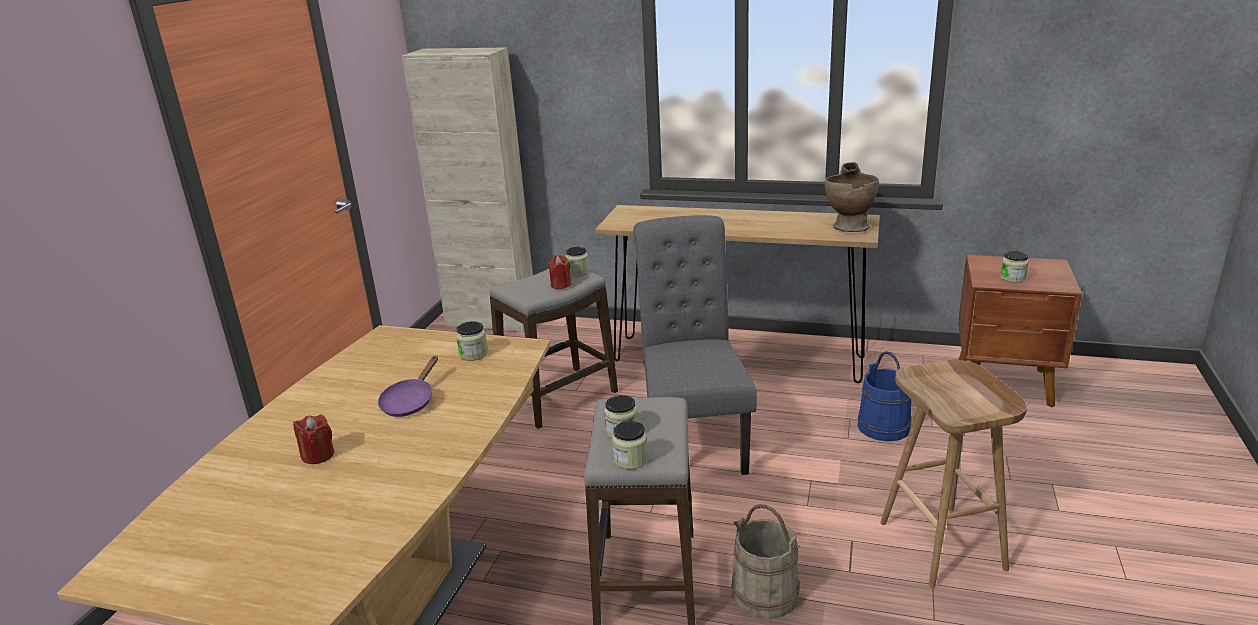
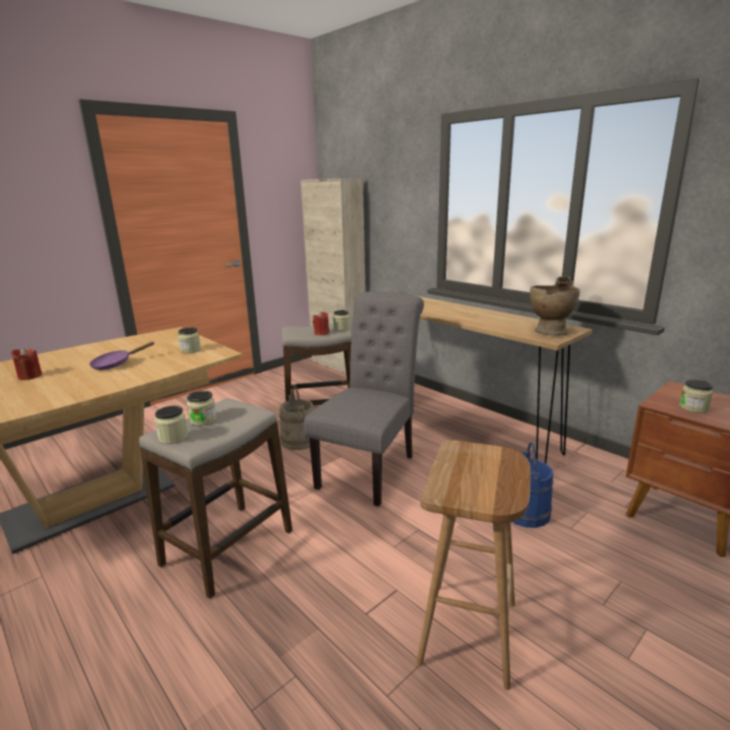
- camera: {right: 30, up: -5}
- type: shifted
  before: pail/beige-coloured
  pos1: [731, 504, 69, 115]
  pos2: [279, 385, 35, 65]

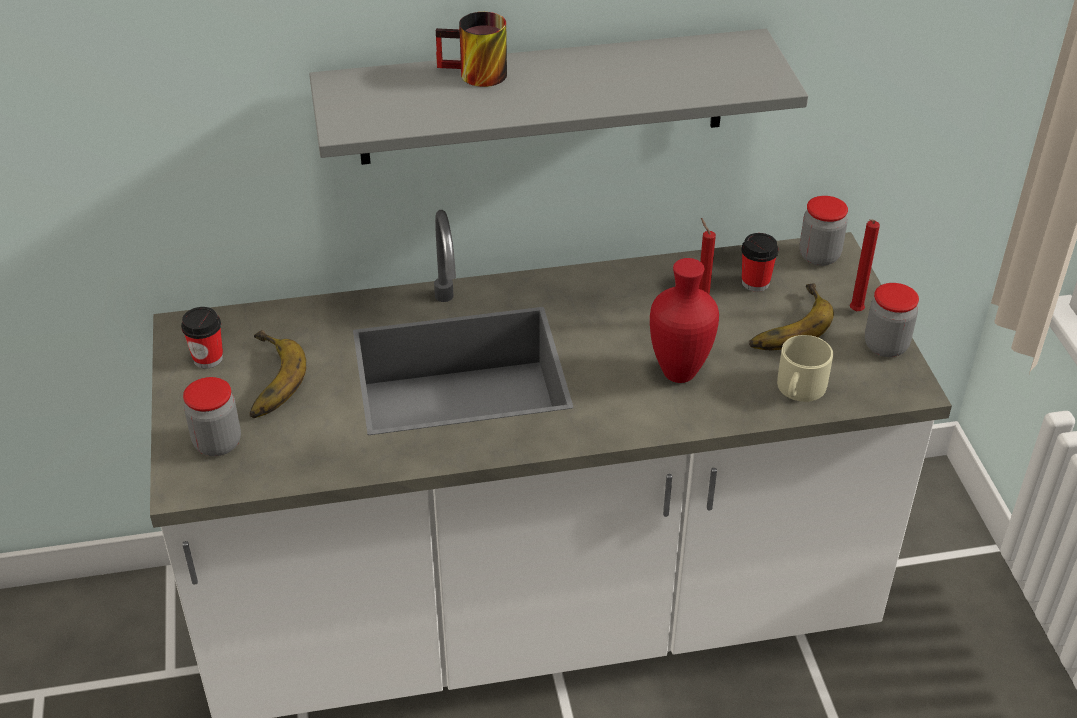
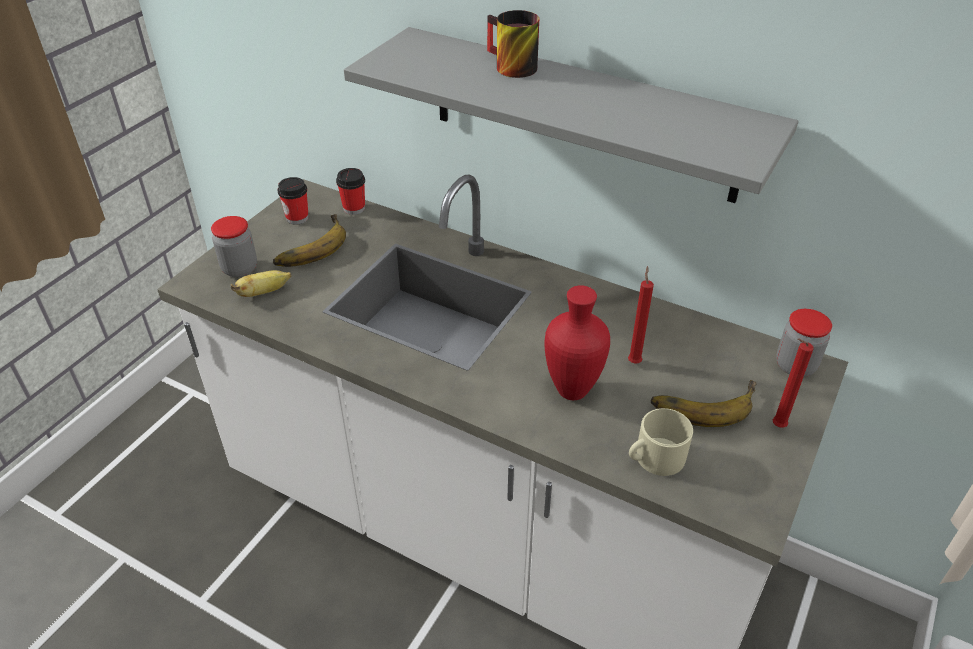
- camera: {right: 40, up: 0}
- type: new
  after: banana
  pos2: [231, 270, 60, 27]
- type: shifted
  before: cup
  pos1: [741, 233, 37, 59]
  pos2: [336, 168, 29, 47]
- type: gone
  before: storage jar
  pos1: [865, 283, 54, 74]

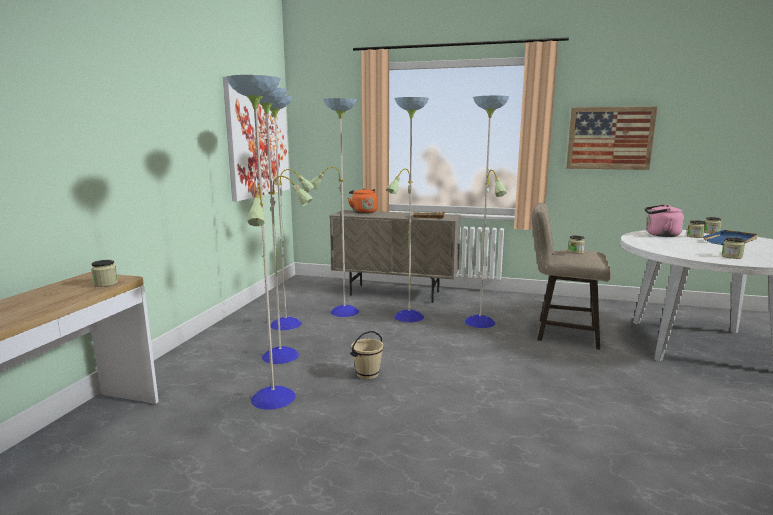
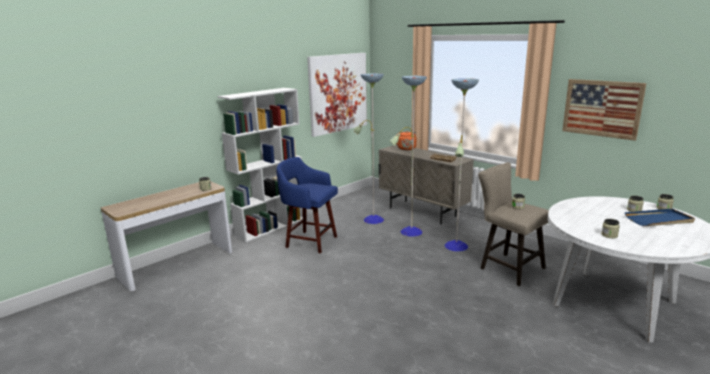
- camera: {right: 30, up: 5}
- type: new
  after: bookshelf/white
  pos2: [217, 88, 86, 155]
- type: swapped
  before: standard lamp
  after: stool/bluish
  pos1: [226, 75, 88, 335]
  pos2: [276, 157, 62, 96]
- type: gone
  before: pail/beige-coloured
  pos1: [350, 331, 34, 49]
- type: gone
  before: water kettle/pink-coloured
  pos1: [645, 204, 39, 33]

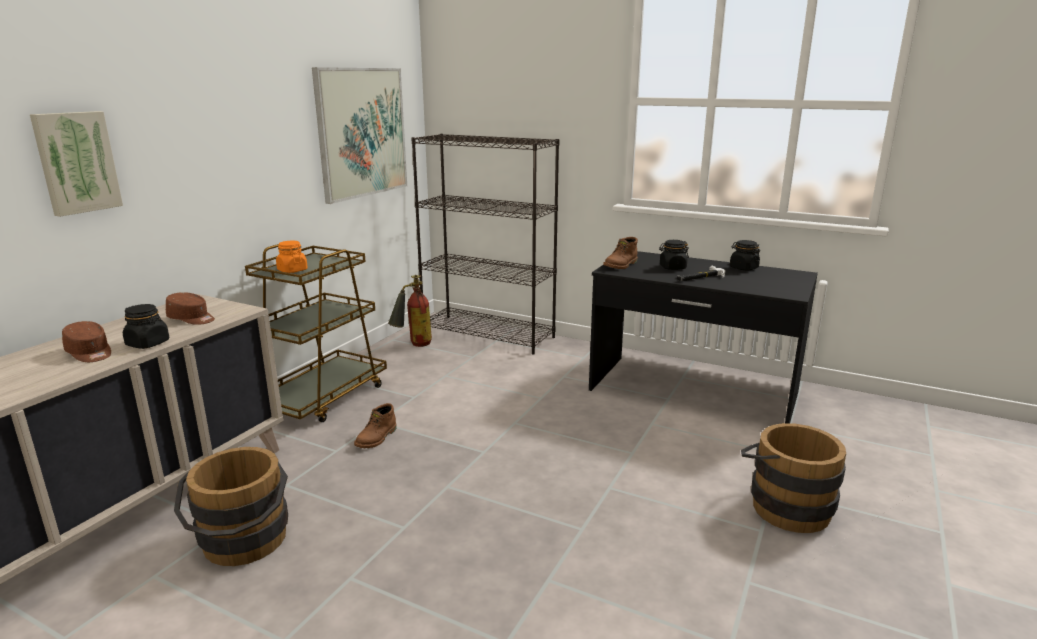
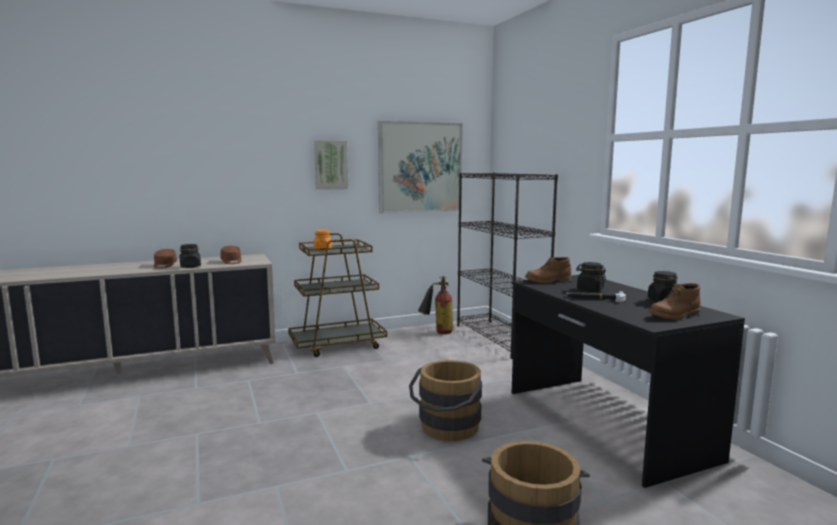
- camera: {right: 40, up: -10}
- type: shifted
  before: picture
  pos1: [30, 111, 93, 106]
  pos2: [314, 140, 34, 50]
- type: shifted
  before: pail/brownish
  pos1: [174, 447, 114, 119]
  pos2: [409, 360, 73, 81]
- type: shifted
  before: high-top boot/brownish
  pos1: [354, 403, 43, 45]
  pos2: [648, 283, 52, 37]

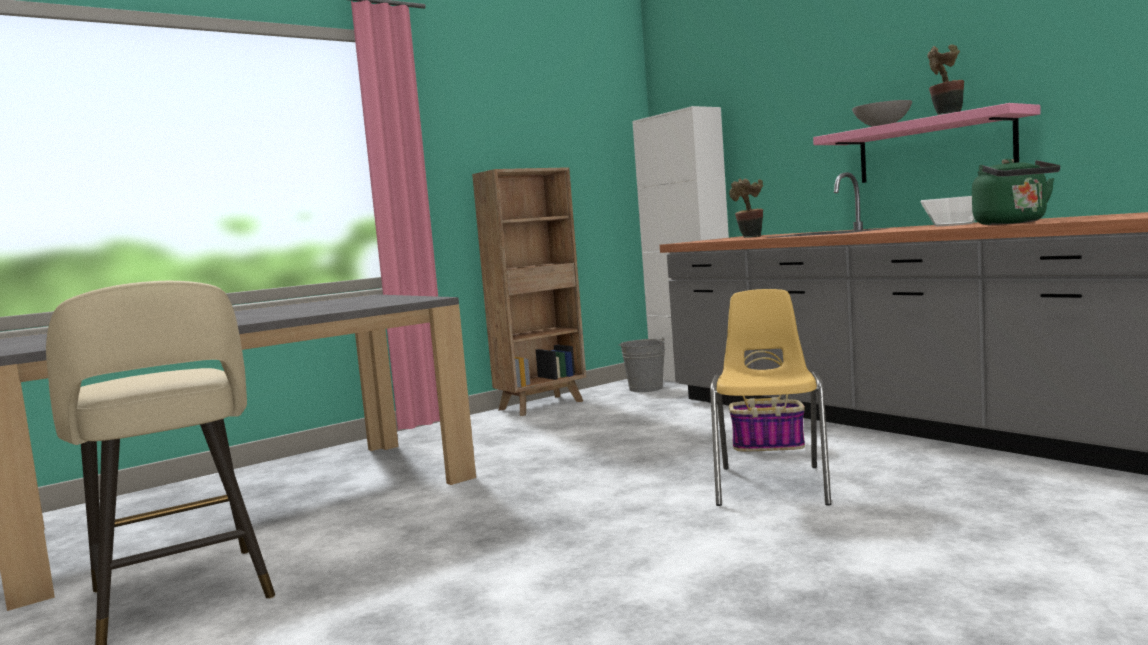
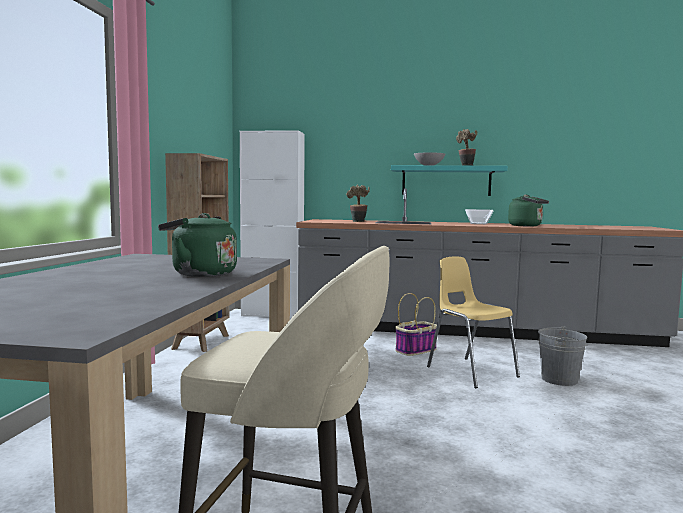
- camera: {right: -45, up: 0}
- type: new
  after: water kettle/greenish
  pos2: [158, 213, 79, 64]
- type: repainted
  before: shelf/pink-coloured
  after: shelf/turquoise
  pos1: [813, 103, 228, 80]
  pos2: [391, 165, 117, 31]
- type: shifted
  before: pail/gray
  pos1: [618, 337, 47, 55]
  pos2: [538, 326, 49, 60]

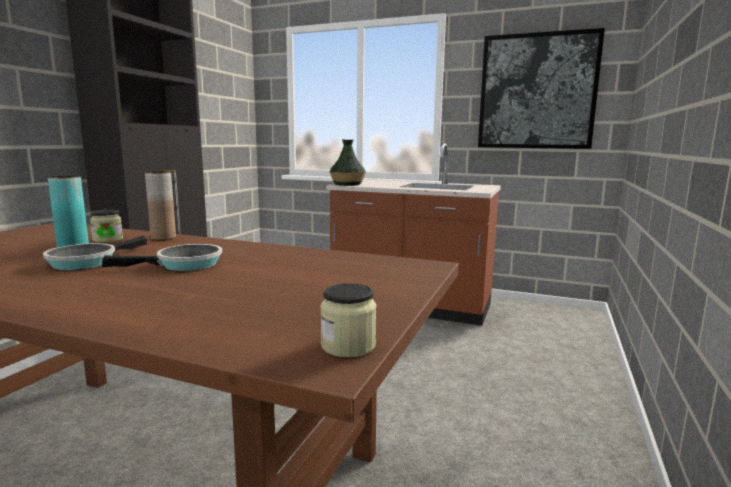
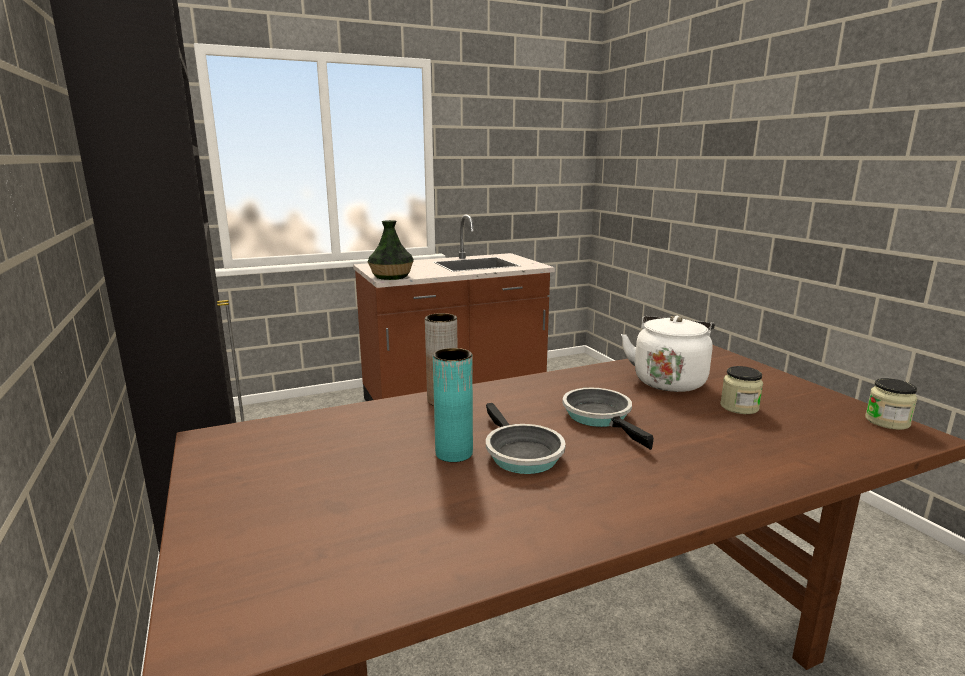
- camera: {right: -45, up: 5}
- type: rotated
  before: frying pan
  pos1: [102, 244, 120, 27]
  pos2: [563, 388, 91, 62]
  turn: -45
- type: new
  after: water kettle/white
  pos2: [621, 315, 94, 77]
- type: shifted
  before: storage jar
  pos1: [90, 210, 33, 32]
  pos2: [720, 366, 43, 48]
- type: gone
  before: picture
  pos1: [478, 28, 127, 121]

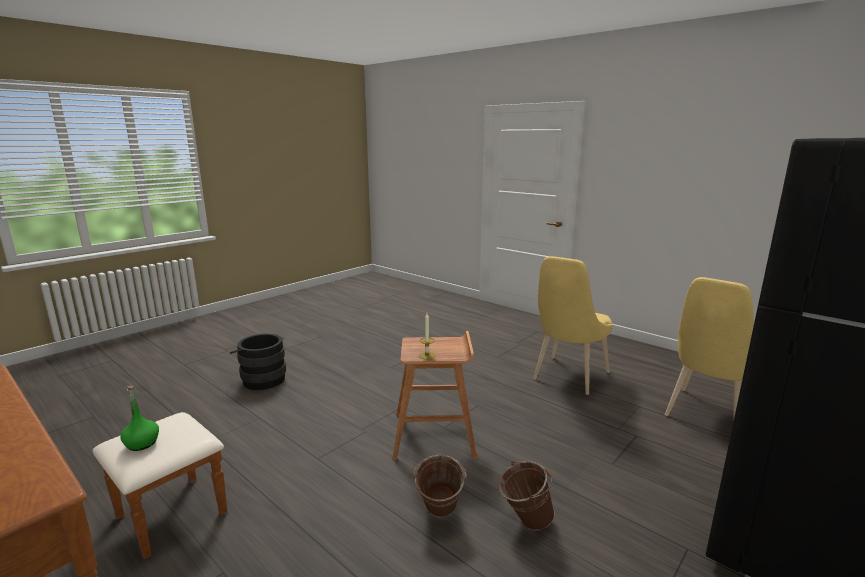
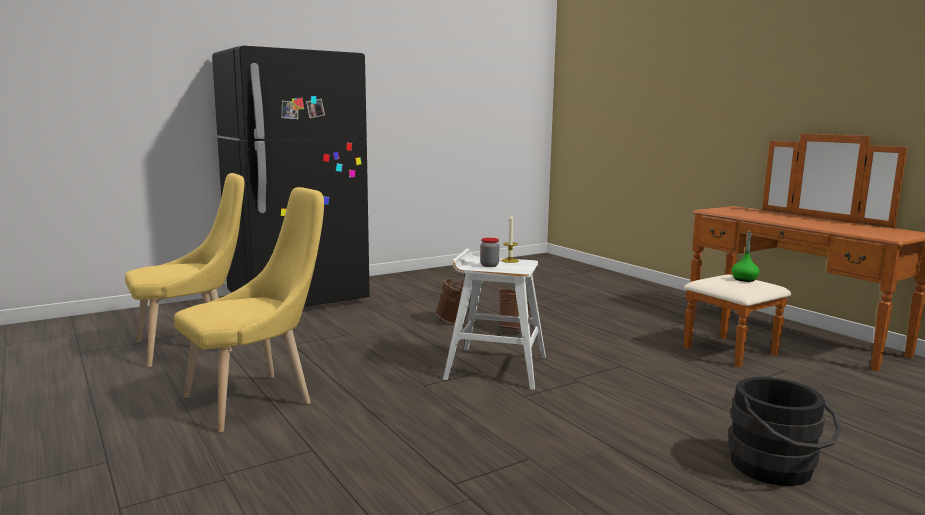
- camera: {right: -165, up: -5}
- type: repainted
  before: stool/brownish
  after: stool/white
  pos1: [392, 331, 85, 129]
  pos2: [443, 249, 103, 141]
- type: new
  after: storage jar
  pos2: [480, 238, 19, 29]

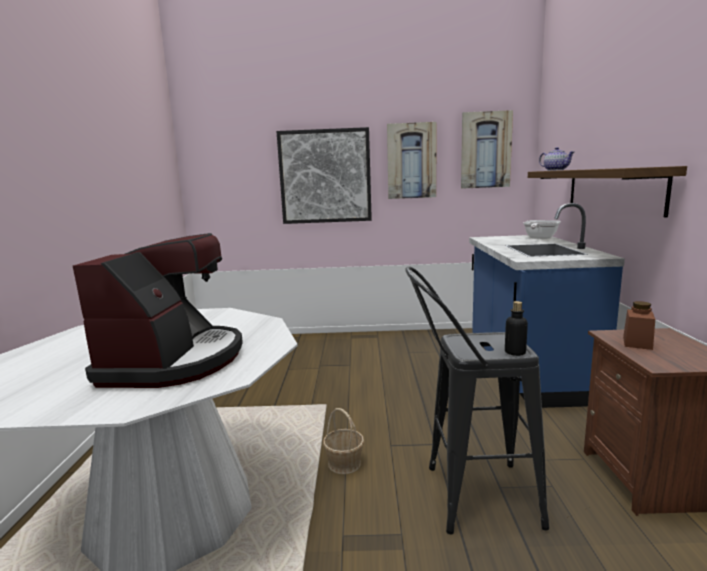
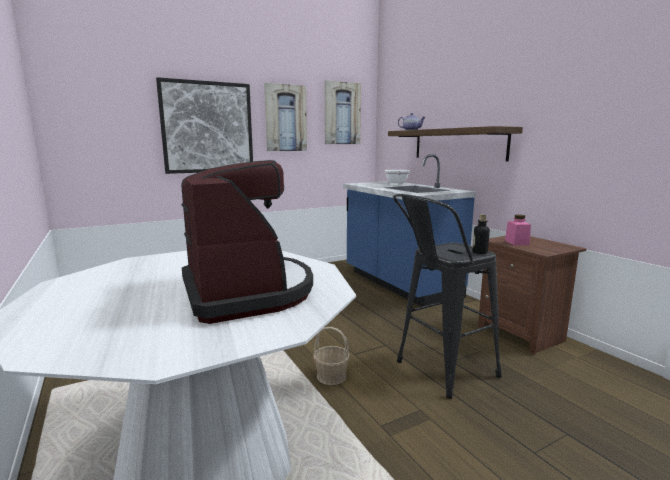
- camera: {right: -30, up: 0}
- type: repainted
  before: storage jar/brownish
  after: storage jar/pink-coloured
  pos1: [623, 301, 32, 49]
  pos2: [505, 215, 26, 30]

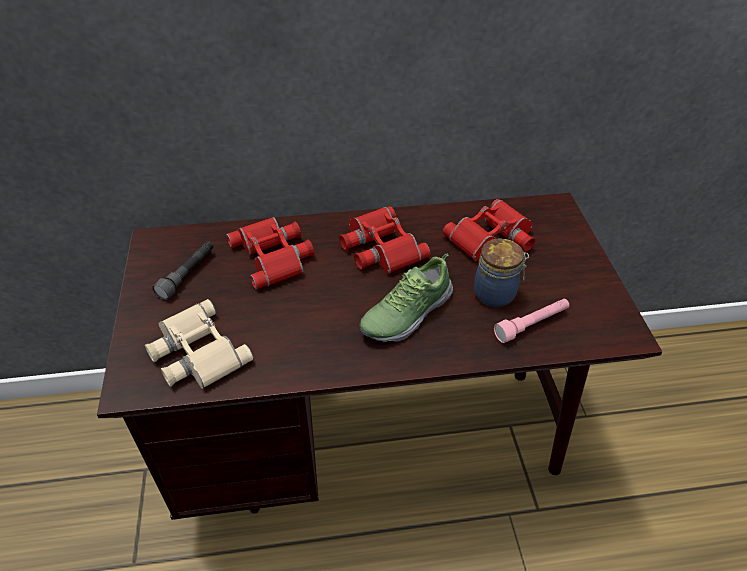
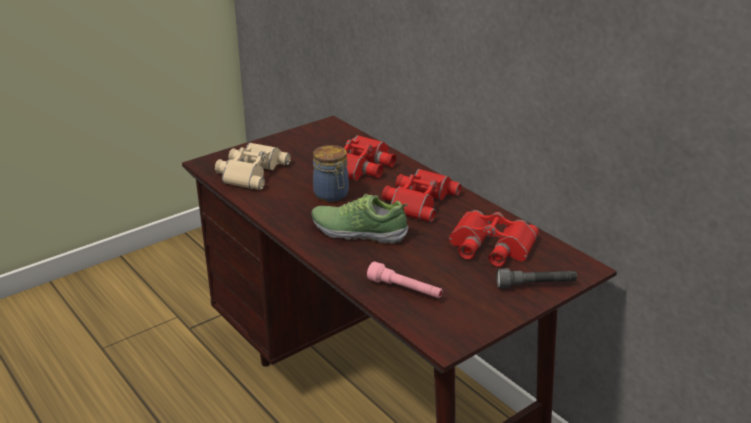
- camera: {right: 60, up: -15}
- type: shifted
  before: storage jar
  pos1: [474, 238, 55, 69]
  pos2: [313, 145, 36, 57]
- type: shifted
  before: flashlight/gray
  pos1: [153, 241, 61, 59]
  pos2: [496, 268, 81, 20]

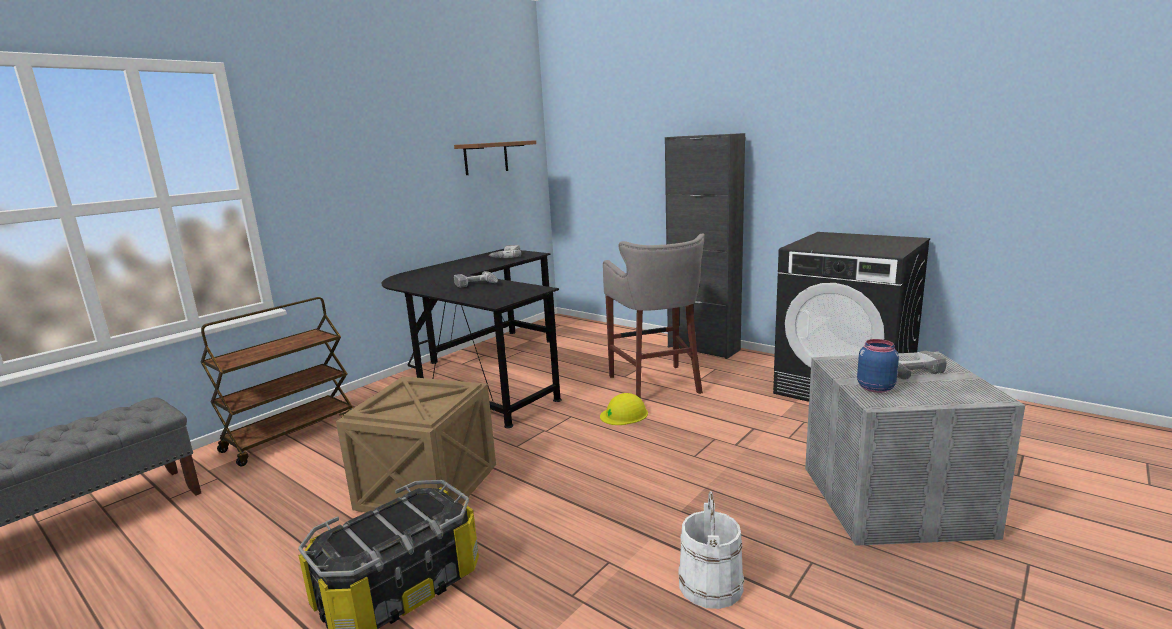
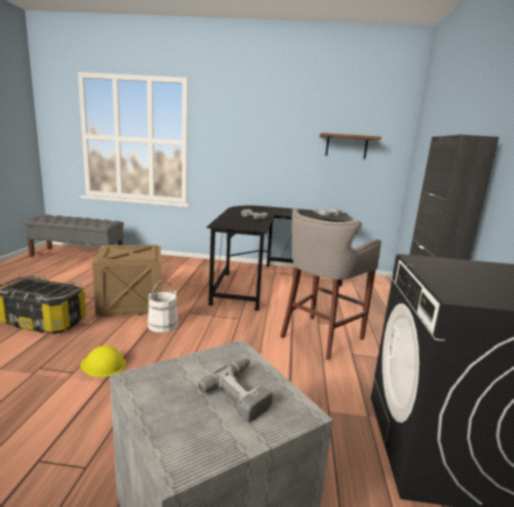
- camera: {right: 55, up: 0}
- type: shifted
  before: work helmet/yellowish
  pos1: [600, 393, 48, 32]
  pos2: [80, 345, 46, 32]
- type: shifted
  before: pail/white
  pos1: [678, 491, 66, 118]
  pos2: [147, 280, 31, 53]
- type: gone
  before: wheeled cart/brownish
  pos1: [201, 297, 152, 169]
- type: gone
  before: storage jar/bluish
  pos1: [857, 339, 42, 54]

